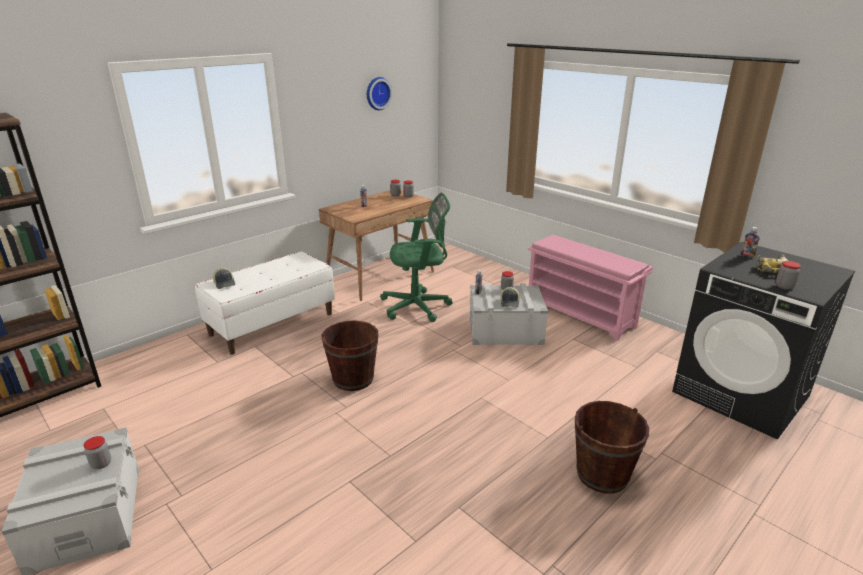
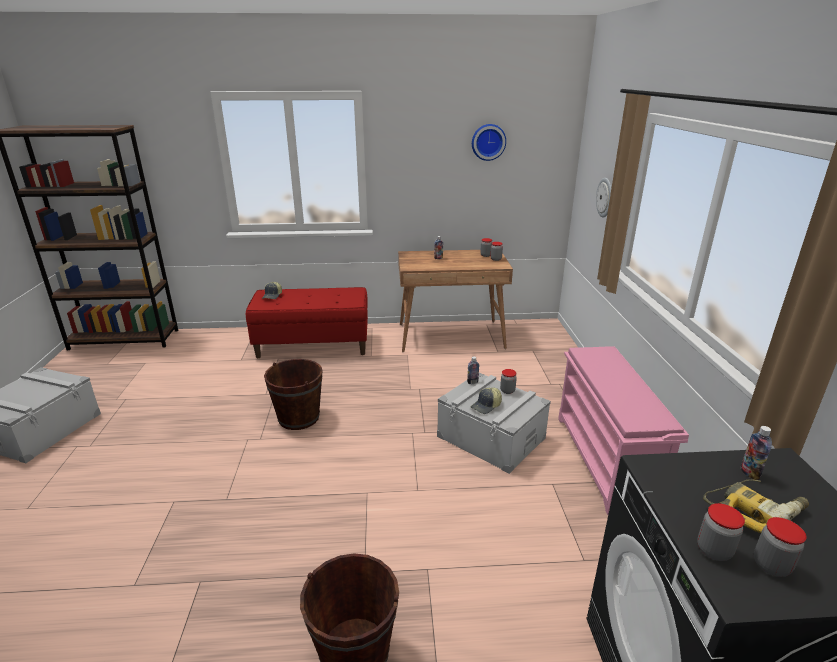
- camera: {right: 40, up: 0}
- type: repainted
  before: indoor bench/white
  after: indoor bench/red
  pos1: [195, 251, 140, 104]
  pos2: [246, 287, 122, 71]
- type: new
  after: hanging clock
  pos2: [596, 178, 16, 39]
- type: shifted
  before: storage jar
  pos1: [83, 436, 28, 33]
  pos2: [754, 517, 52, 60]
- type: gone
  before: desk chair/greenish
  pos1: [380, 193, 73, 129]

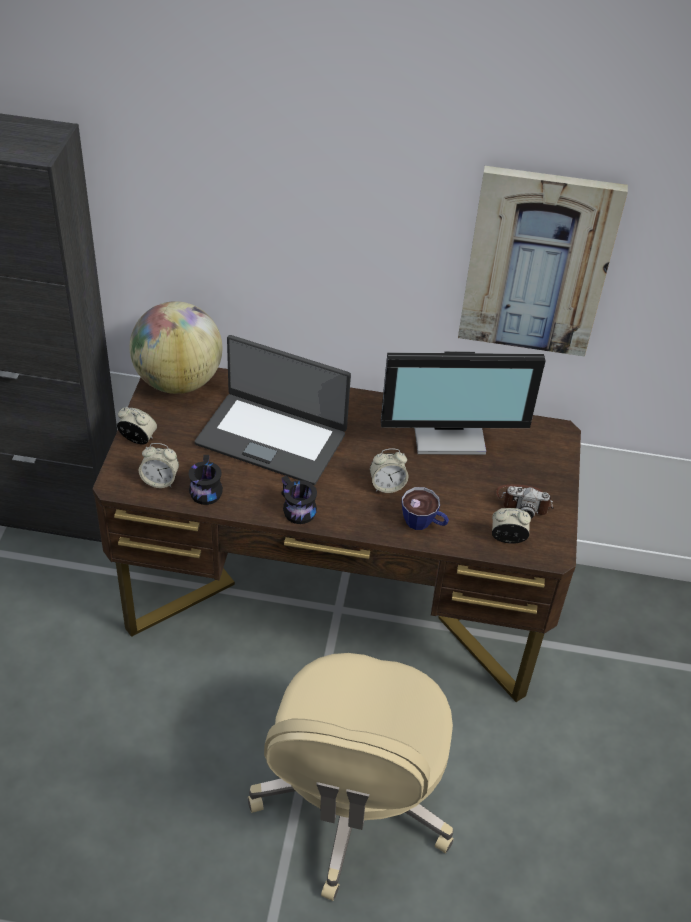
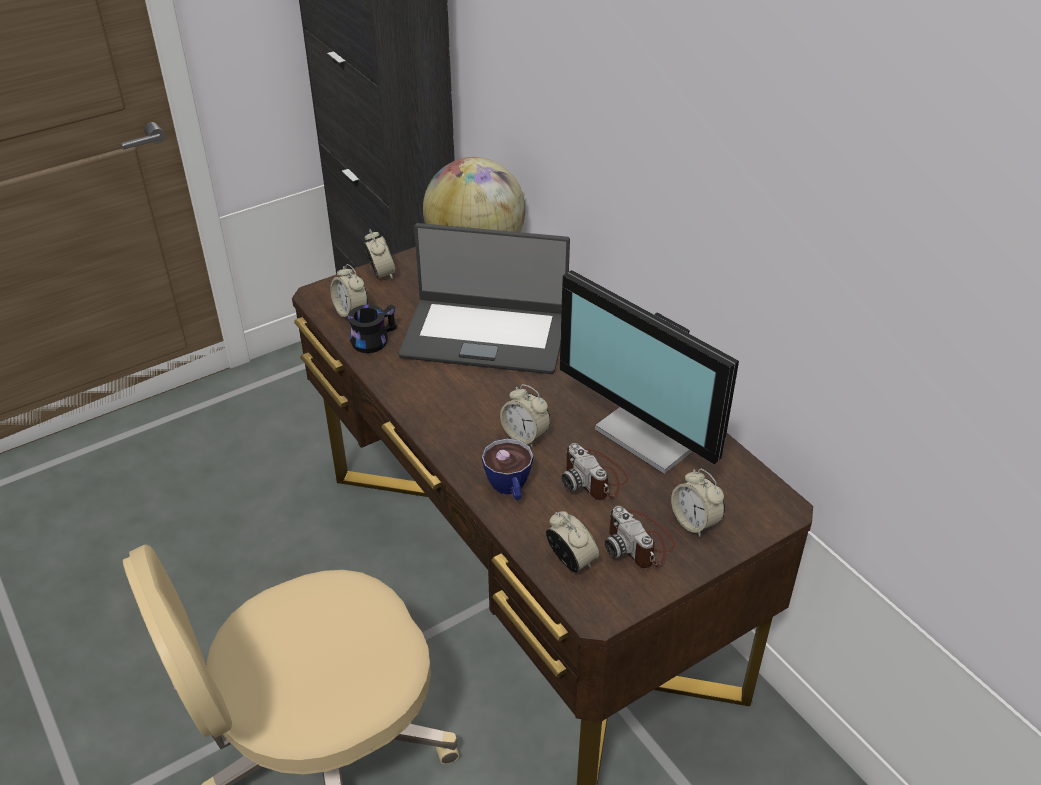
- camera: {right: 50, up: -5}
- type: rotated
  before: laptop
  pos1: [195, 335, 156, 150]
  pos2: [399, 223, 171, 151]
  turn: -60
- type: new
  after: still camera
  pos2: [562, 443, 67, 57]
- type: new
  after: alarm clock
  pos2: [671, 469, 54, 68]
- type: gone
  before: tea mug/black-coloured
  pos1: [282, 476, 35, 48]
- type: gone
  before: picture
  pos1: [458, 166, 170, 191]

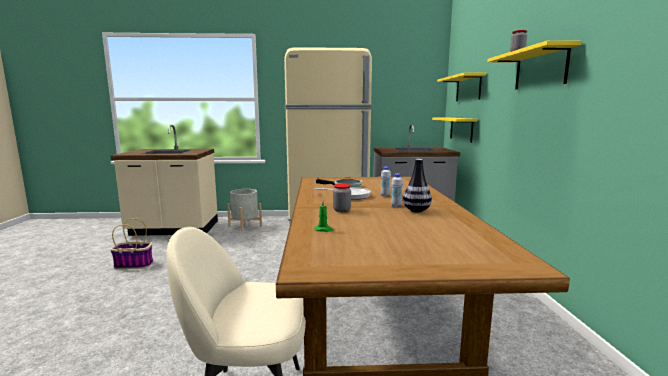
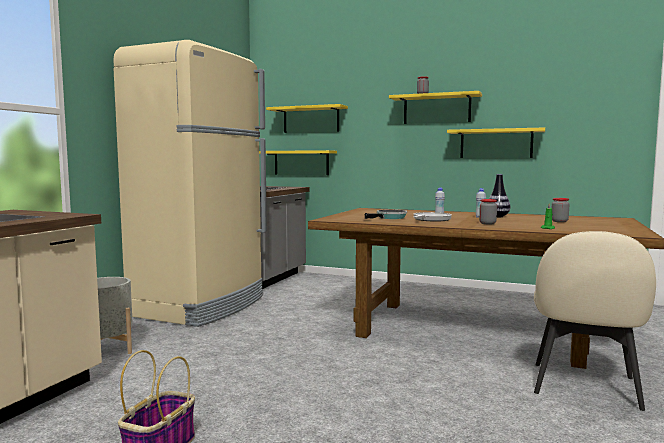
- camera: {right: -65, up: -5}
- type: new
  after: shelf/yellowish
  pos2: [447, 127, 98, 31]
- type: new
  after: storage jar
  pos2: [552, 198, 18, 24]

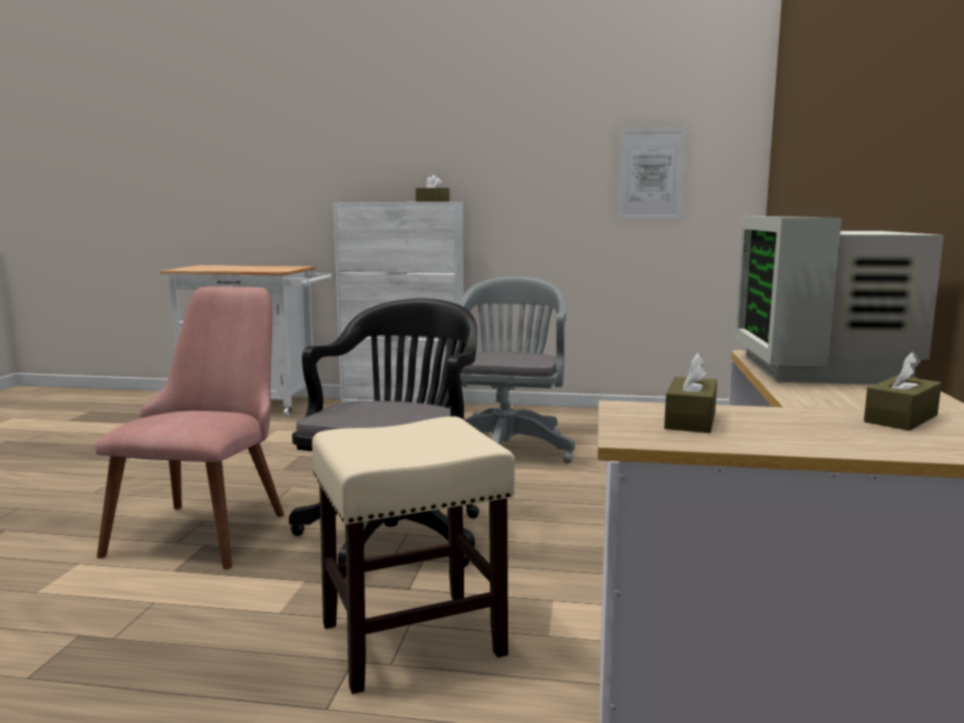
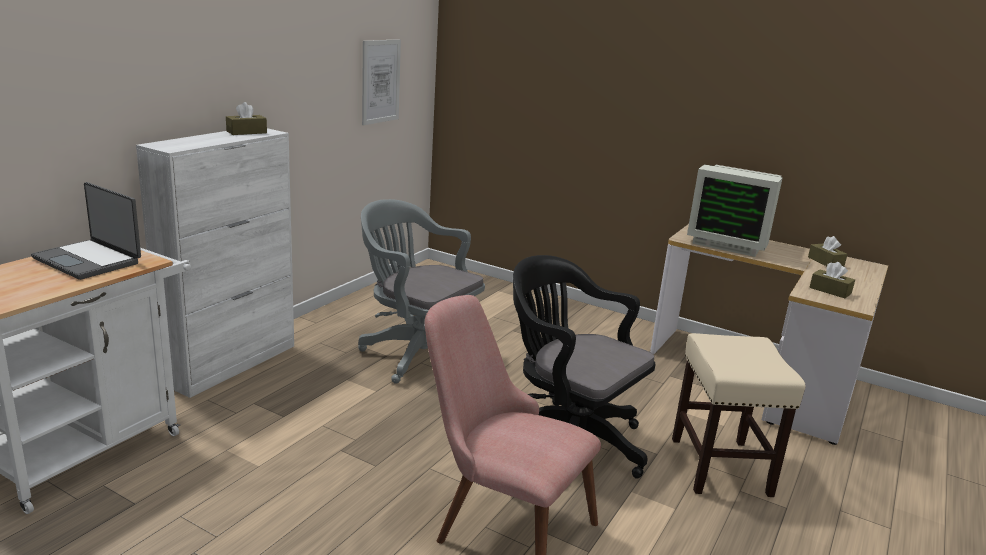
- camera: {right: -70, up: 10}
- type: new
  after: laptop
  pos2: [31, 182, 110, 98]

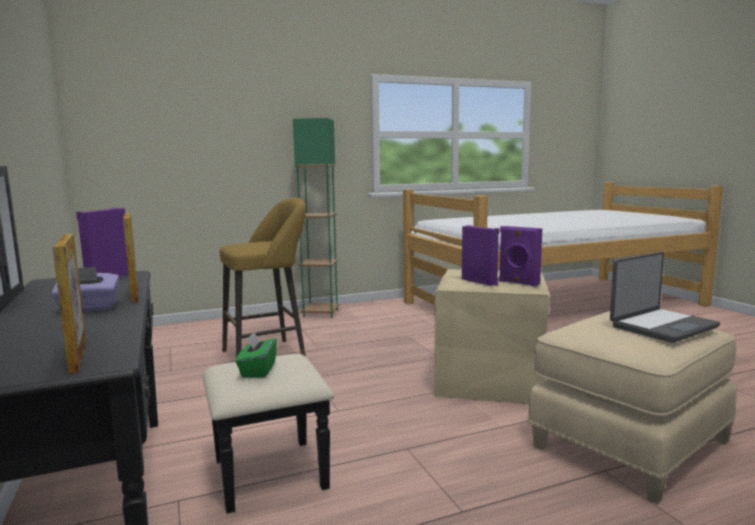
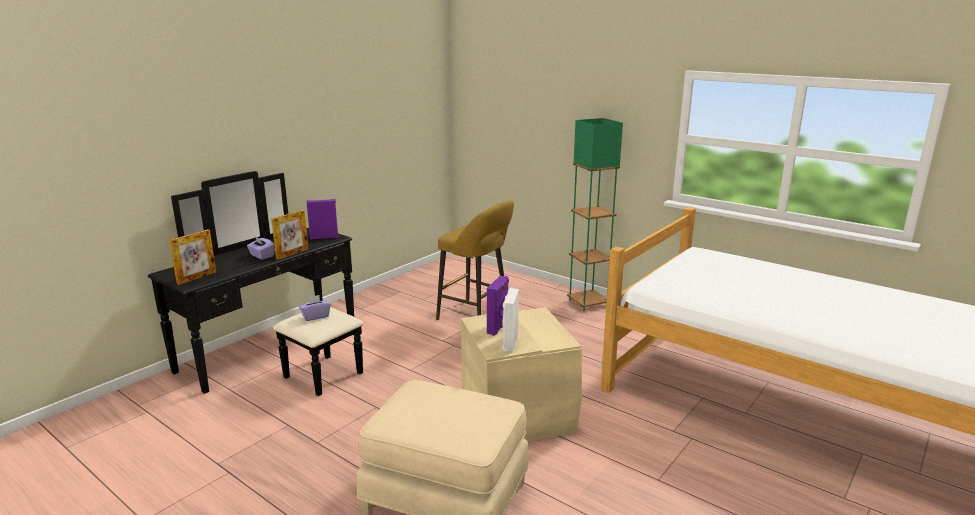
- camera: {right: 60, up: 10}
- type: repainted
  before: tissue box/greenish
  after: tissue box/purple-coloured
  pos1: [236, 331, 41, 47]
  pos2: [299, 295, 32, 26]
- type: repainted
  before: loudspeaker/purple-coloured
  after: loudspeaker/white
  pos1: [499, 226, 43, 60]
  pos2: [502, 288, 17, 63]
- type: gone
  before: laptop
  pos1: [610, 252, 110, 91]

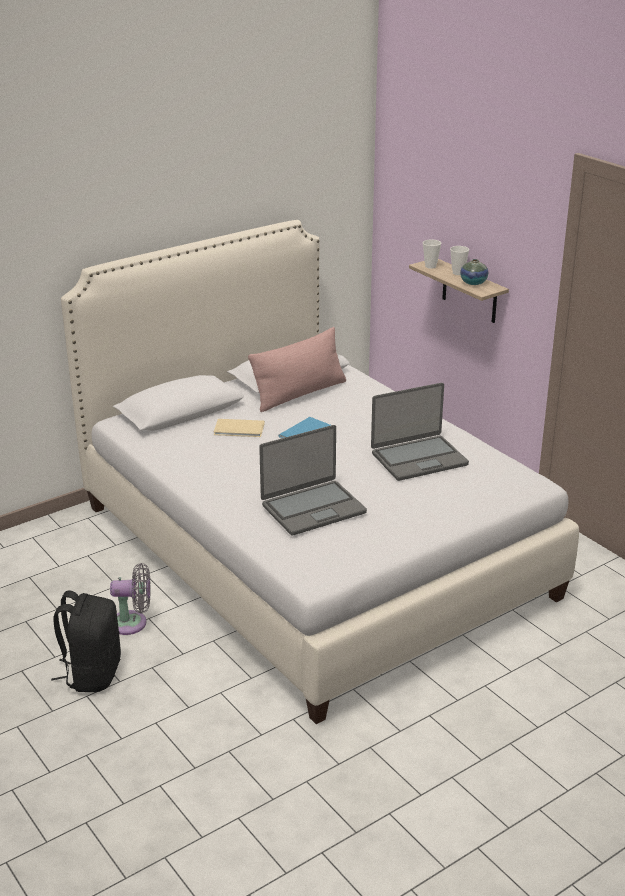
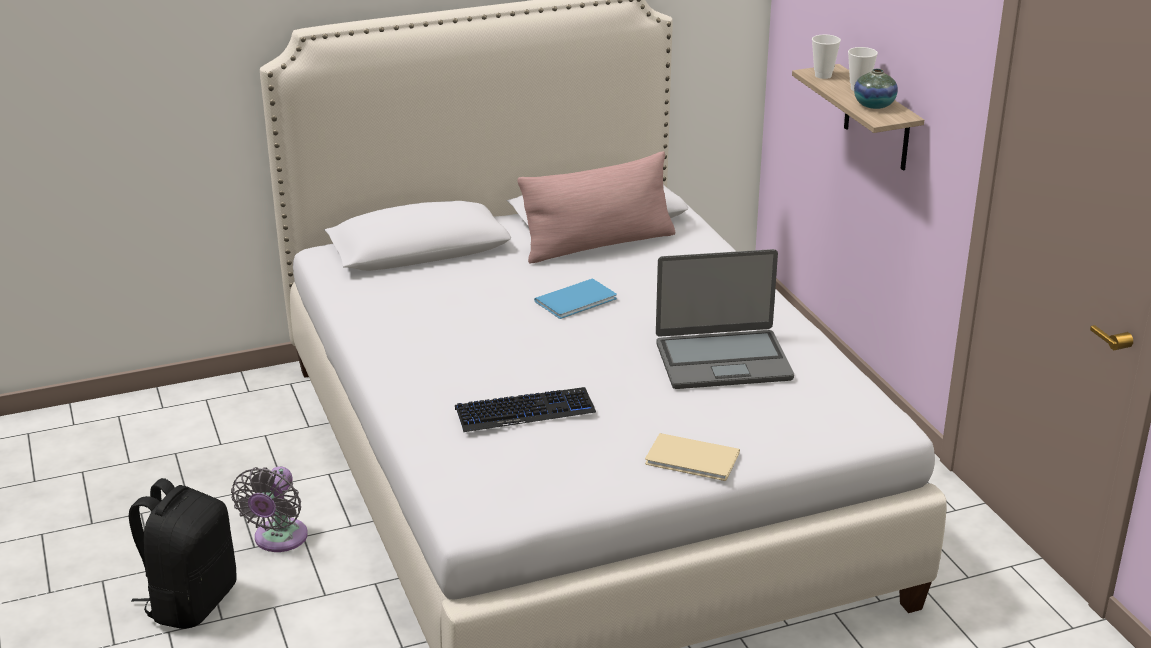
- camera: {right: 15, up: 0}
- type: rotated
  before: electric fan/gray
  pos1: [110, 563, 41, 72]
  pos2: [231, 466, 77, 86]
  turn: 90
- type: swapped
  before: laptop
  after: computer keyboard
  pos1: [259, 425, 108, 110]
  pos2: [455, 387, 141, 45]
- type: shifted
  before: volume/beige-coloured
  pos1: [214, 419, 51, 18]
  pos2: [645, 433, 95, 48]

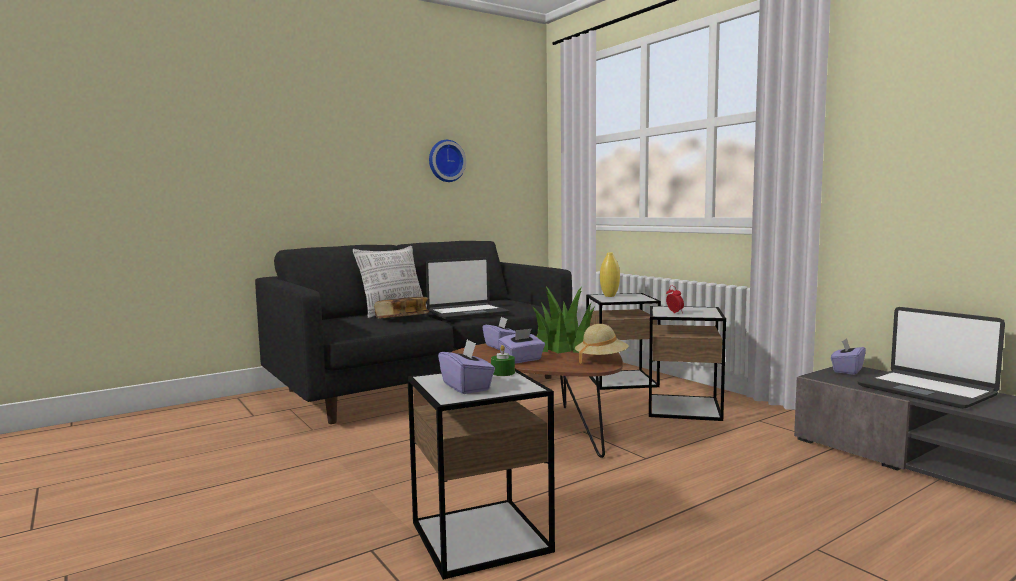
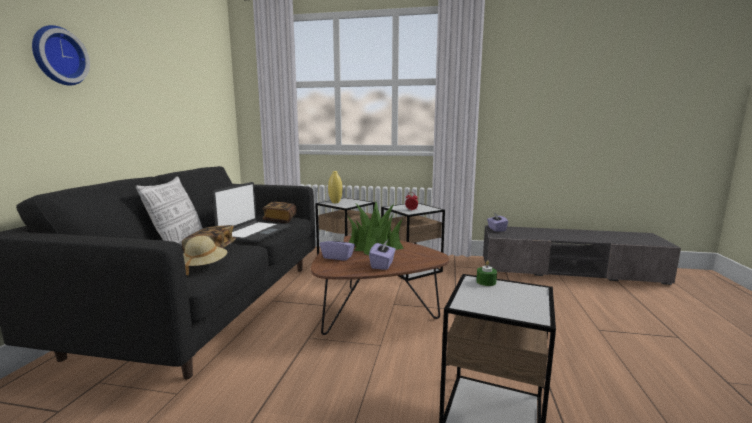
- camera: {right: -45, up: 5}
- type: shifted
  before: hanging clock
  pos1: [429, 140, 37, 42]
  pos2: [32, 25, 58, 61]
- type: shifted
  before: clothing hat/beige-coloured
  pos1: [575, 324, 54, 40]
  pos2: [183, 236, 45, 40]
- type: new
  after: volume
  pos2: [262, 202, 35, 21]
- type: gone
  before: tissue box/purple-coloured
  pos1: [438, 339, 57, 55]
- type: gone
  before: laptop
  pos1: [858, 307, 147, 102]

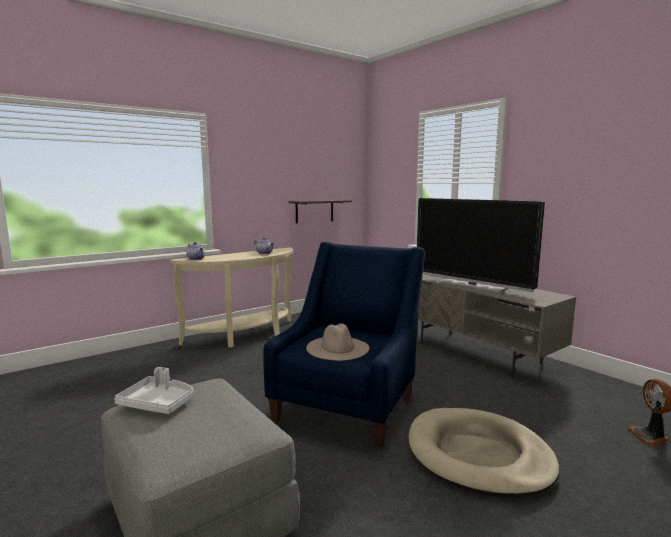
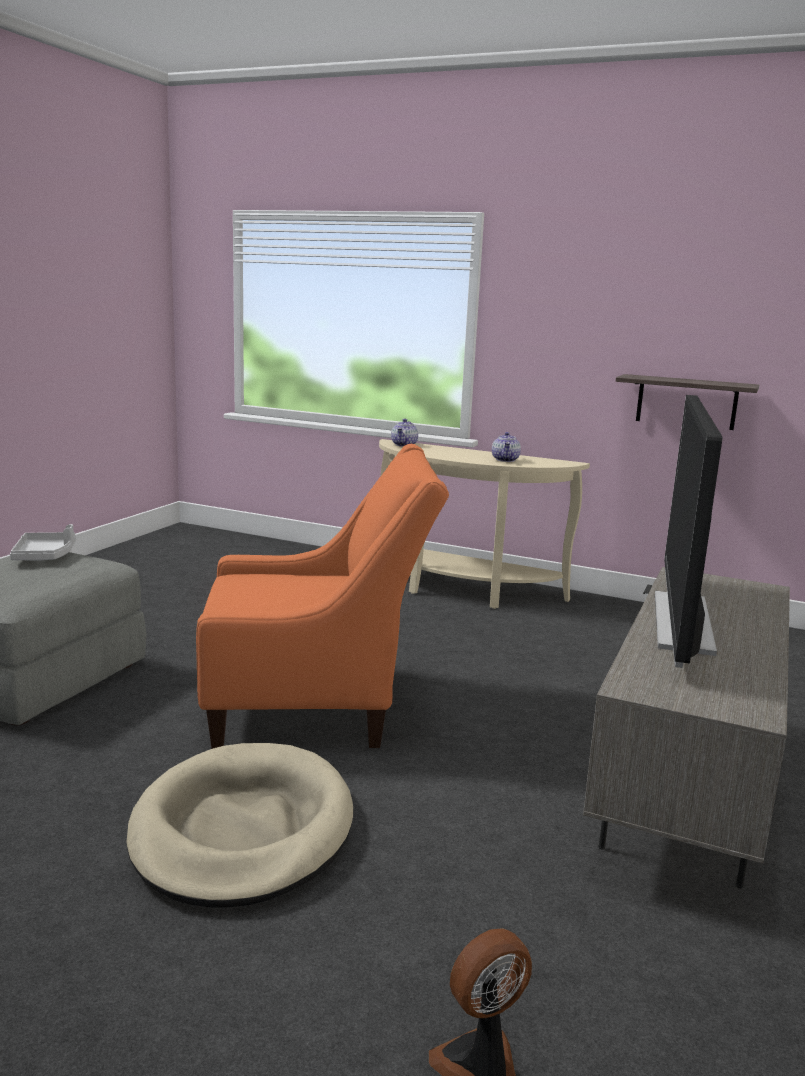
- camera: {right: 60, up: 5}
- type: repainted
  before: lounge chair/bluish
  after: lounge chair/orange-coloured
  pos1: [263, 242, 162, 207]
  pos2: [196, 444, 253, 305]
- type: gone
  before: clothing hat/beige-coloured
  pos1: [306, 323, 63, 38]

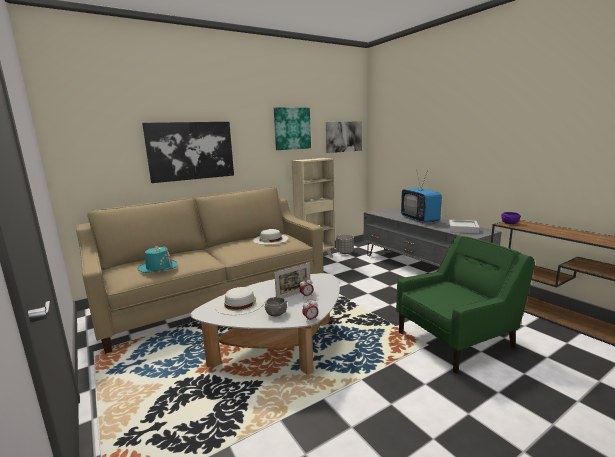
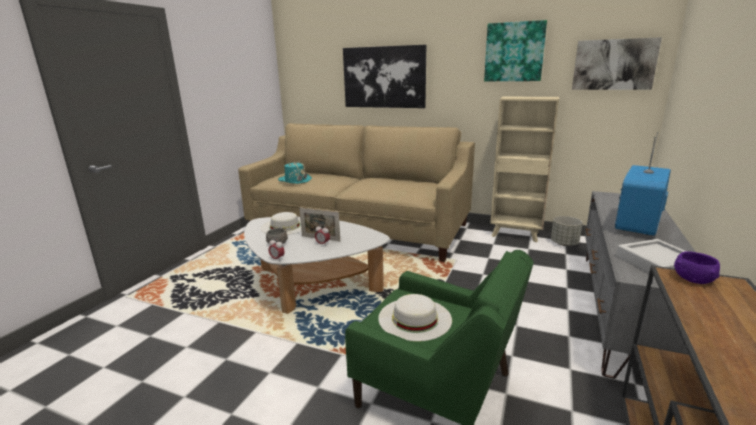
- camera: {right: 55, up: 5}
- type: shifted
  before: clothing hat/white
  pos1: [253, 229, 35, 16]
  pos2: [378, 294, 74, 48]

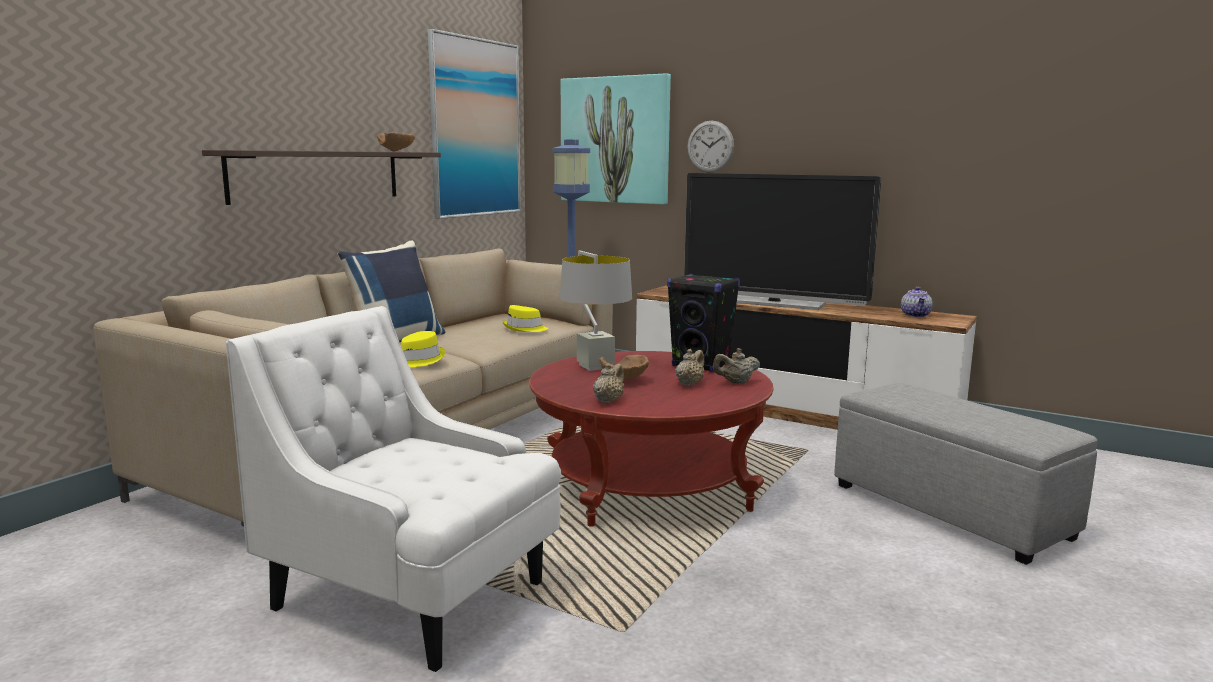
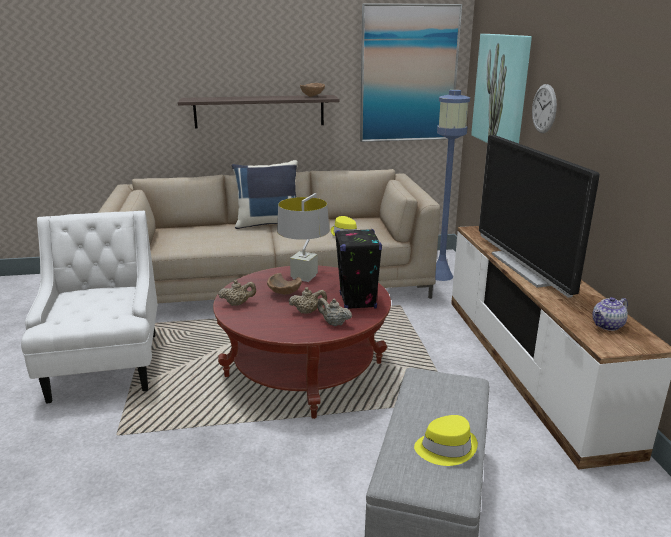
- camera: {right: 50, up: 10}
- type: shifted
  before: clothing hat/yellowish
  pos1: [401, 331, 44, 36]
  pos2: [414, 415, 64, 51]

